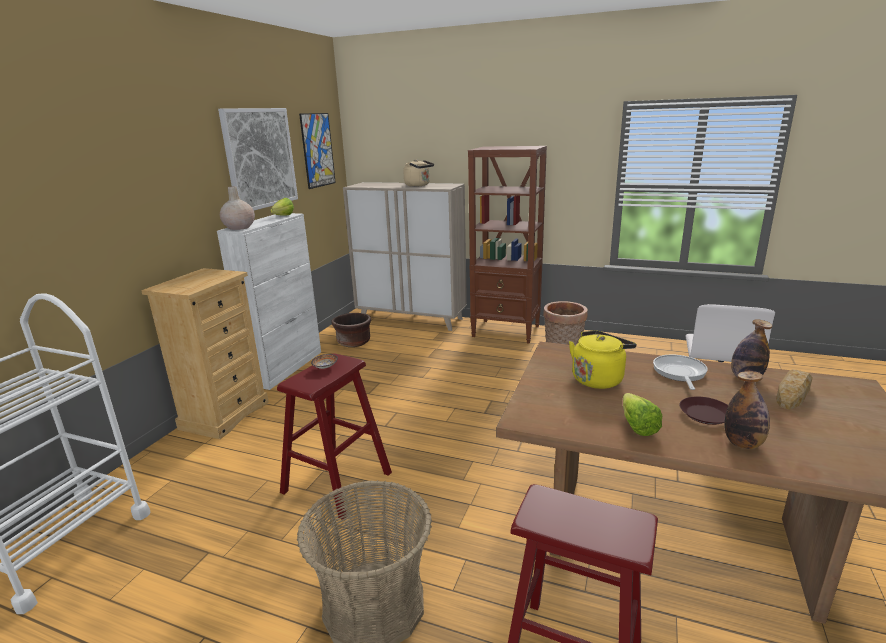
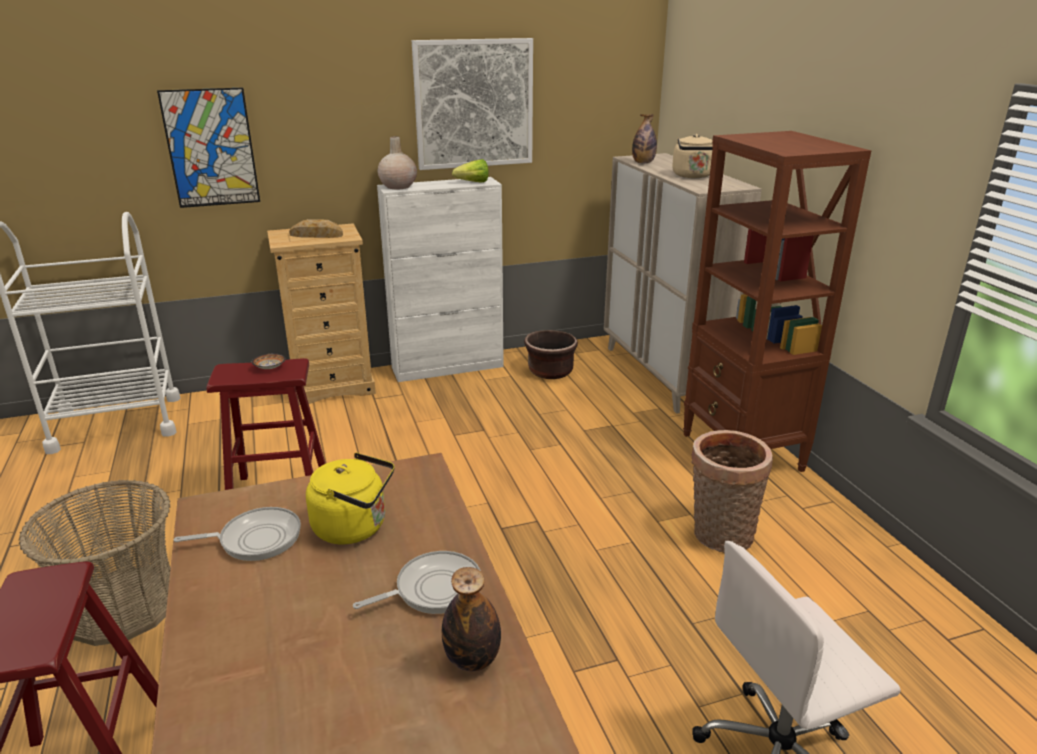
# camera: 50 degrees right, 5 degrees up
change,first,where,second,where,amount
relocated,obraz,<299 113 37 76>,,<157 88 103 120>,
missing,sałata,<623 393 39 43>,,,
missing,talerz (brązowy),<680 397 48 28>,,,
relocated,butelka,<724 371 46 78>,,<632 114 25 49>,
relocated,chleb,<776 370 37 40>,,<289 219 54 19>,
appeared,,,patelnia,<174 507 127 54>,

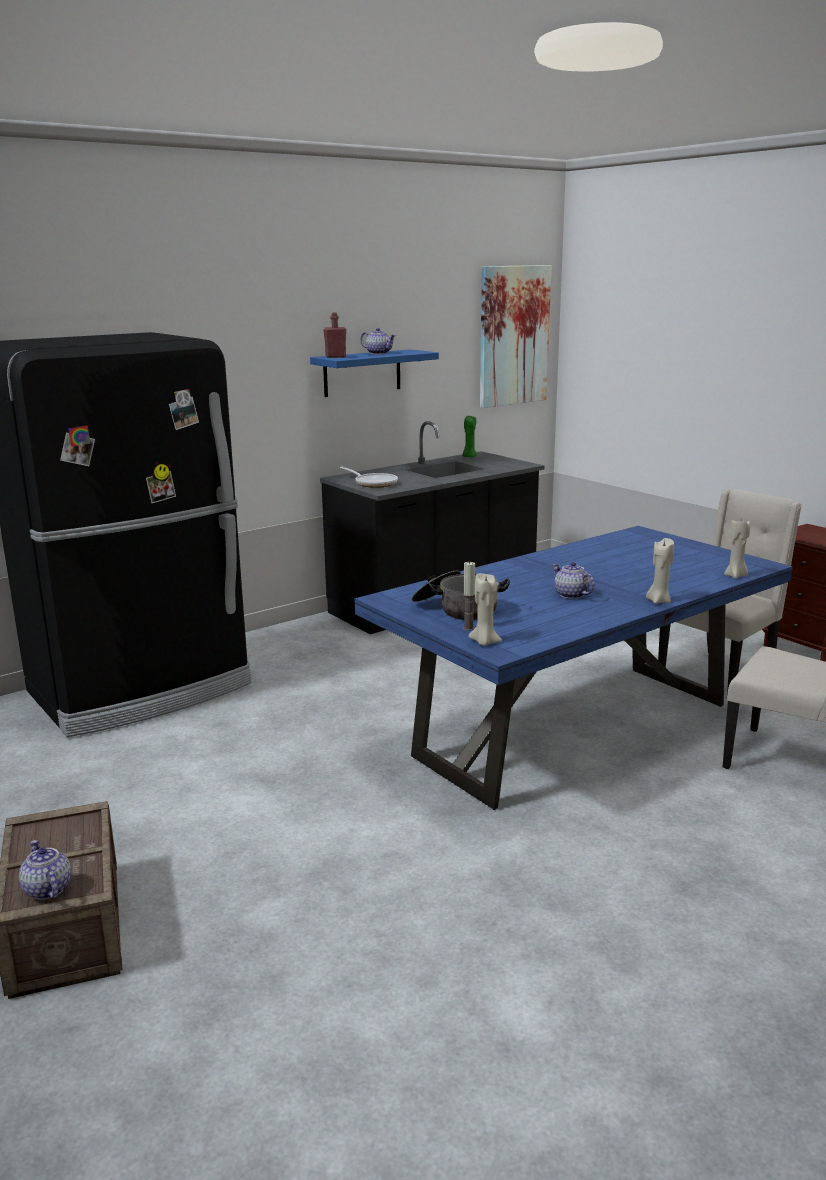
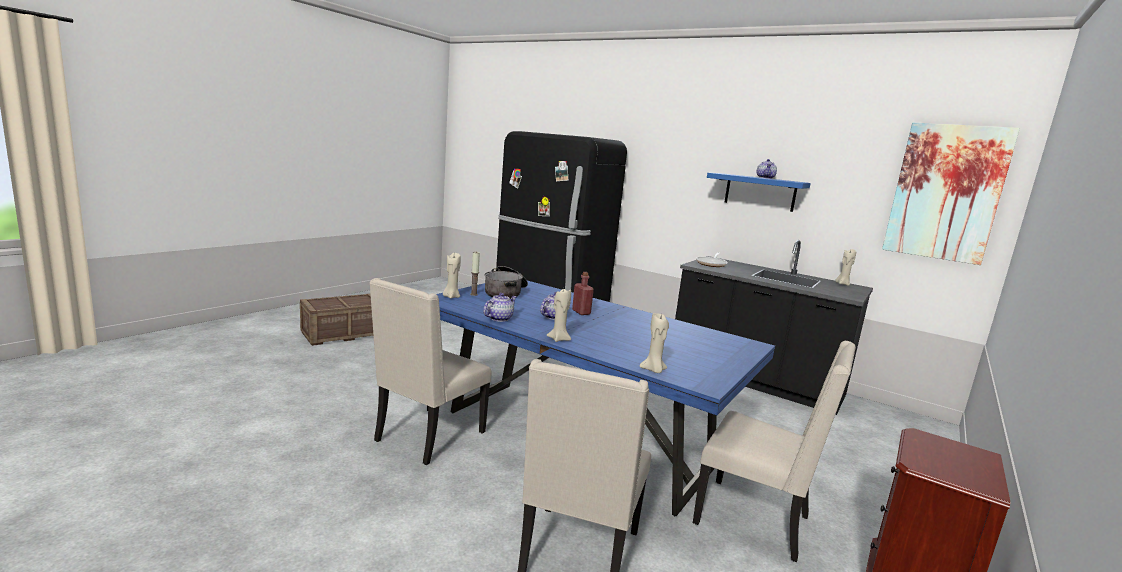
# camera: 70 degrees right, 5 degrees down
change,first,where,second,where,amount
relocated,imbryk,<19 840 52 60>,,<483 293 34 29>,
relocated,butelka (czerwony),<323 313 23 45>,,<572 272 22 43>,
colour,świeca (zielony),<462 416 15 41>,świeca (beżowy),<835 249 21 37>,
appeared,,,krzesło (beżowy),<370 278 121 187>,

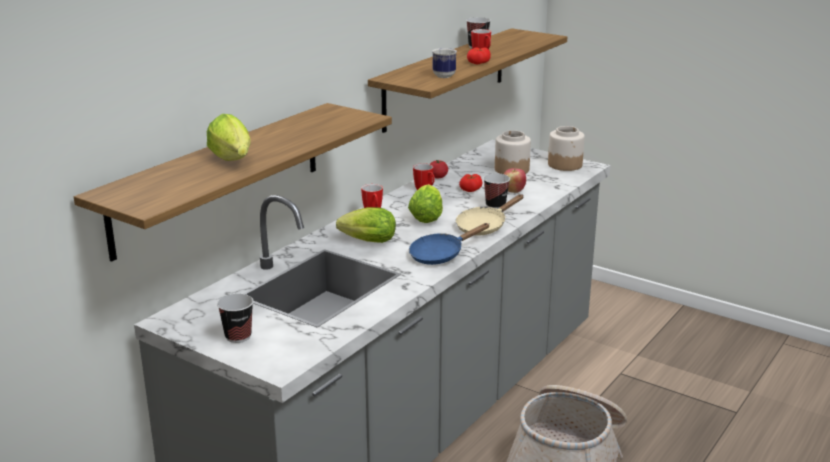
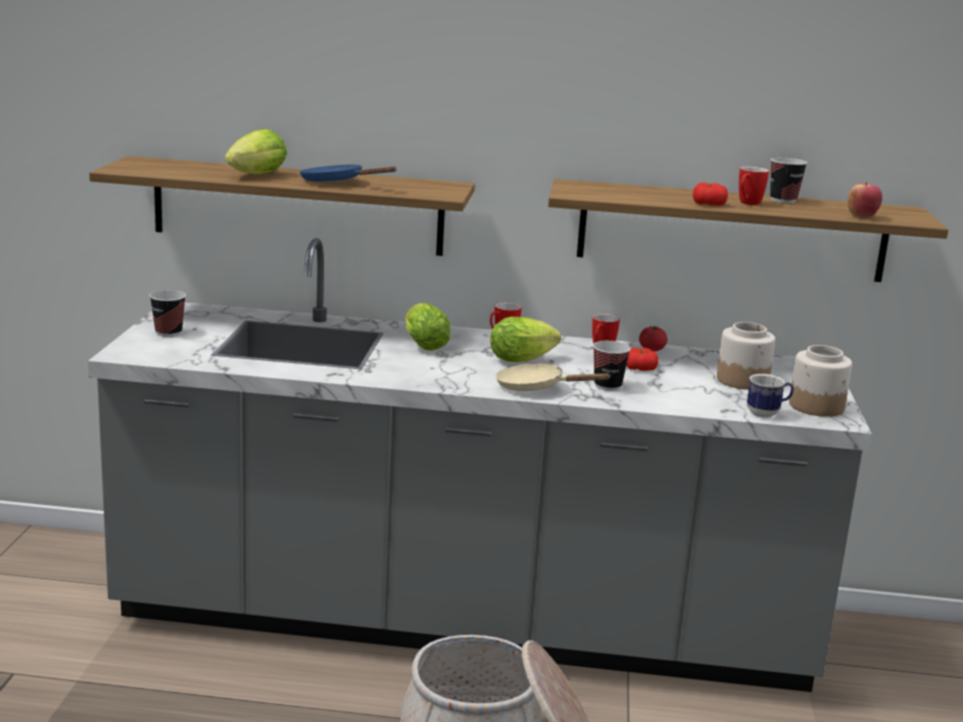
# camera: 60 degrees right, 5 degrees down
change,first,where,second,where,amount
relocated,patelnia (niebieski),<409 223 81 42>,,<299 164 97 18>,
relocated,kubek,<432 48 25 30>,,<747 374 47 44>,
relocated,jabłko,<504 168 22 25>,,<847 182 35 36>,

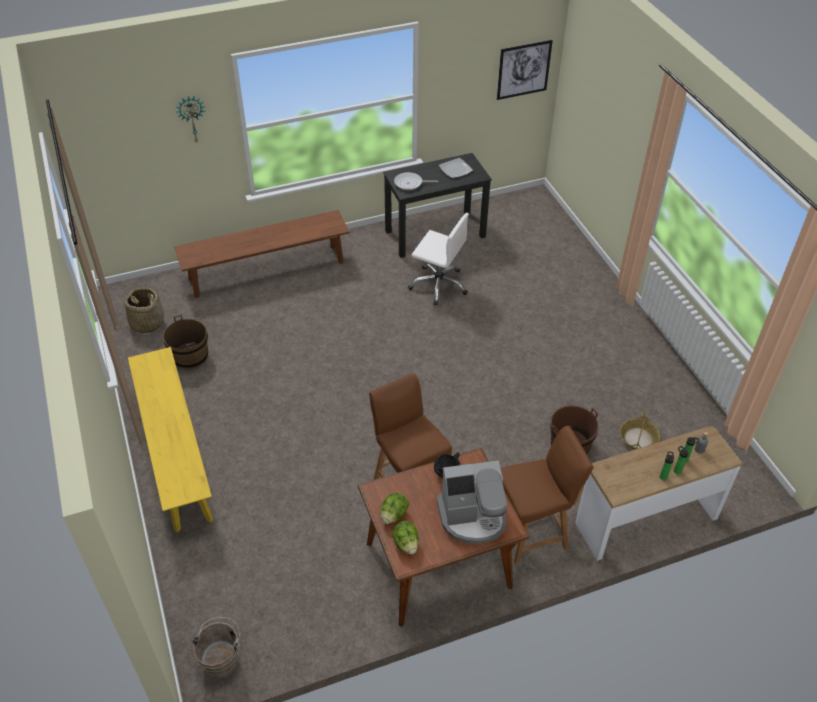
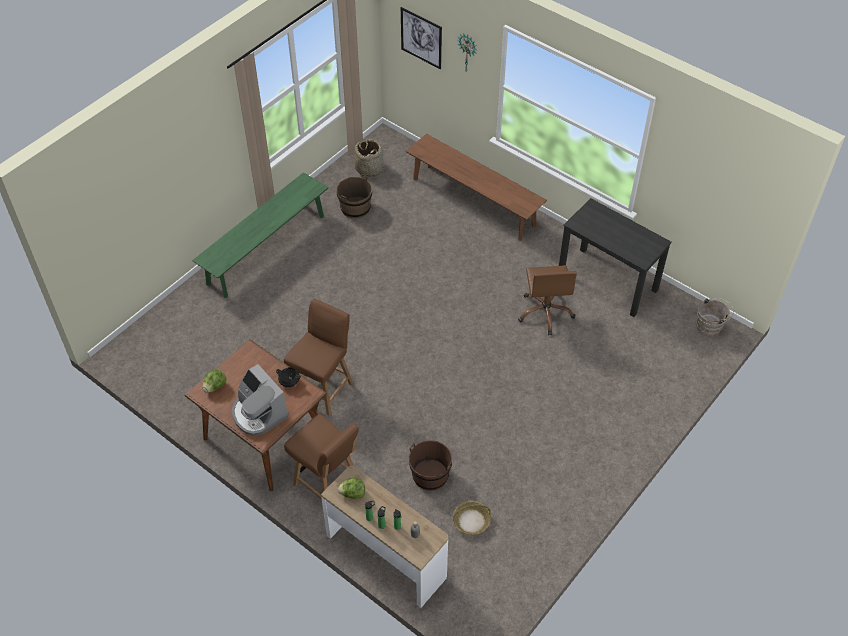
# camera: 60 degrees right, 5 degrees up
change,first,where,second,where,amount
colour,ławka (żółty),<128 347 85 186>,ławka (zielony),<192 172 136 126>,
relocated,wiadro (brązowy),<193 617 48 61>,,<697 298 37 39>,
relocated,sałata,<380 493 29 31>,,<338 478 27 21>,
missing,patelnia,<394 172 44 18>,,,
colour,krzesło biurowe (biały),<408 213 61 93>,krzesło biurowe (brązowy),<518 265 59 70>,
missing,talerz,<439 158 34 20>,,,
relocated,obraz,<497 40 56 60>,,<401 7 41 63>,

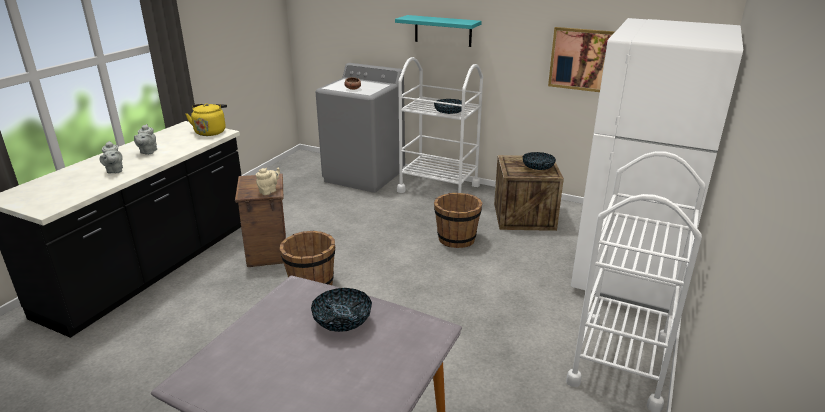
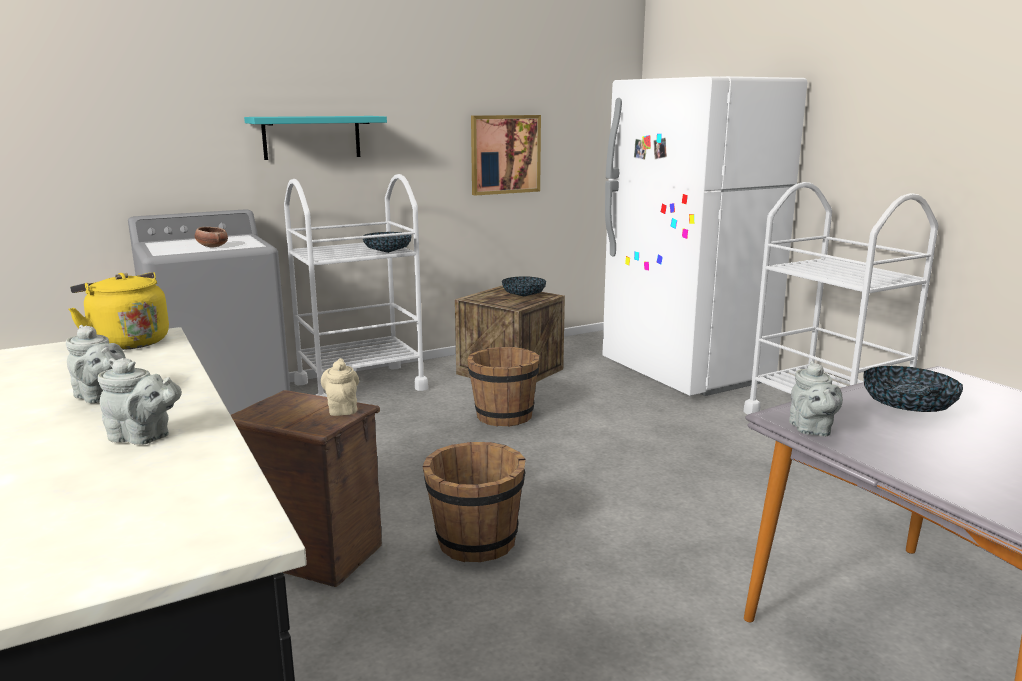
# camera: 55 degrees left, 10 degrees down
change,first,where,second,where,amount
appeared,,,imbryk (szary),<789 361 54 76>,

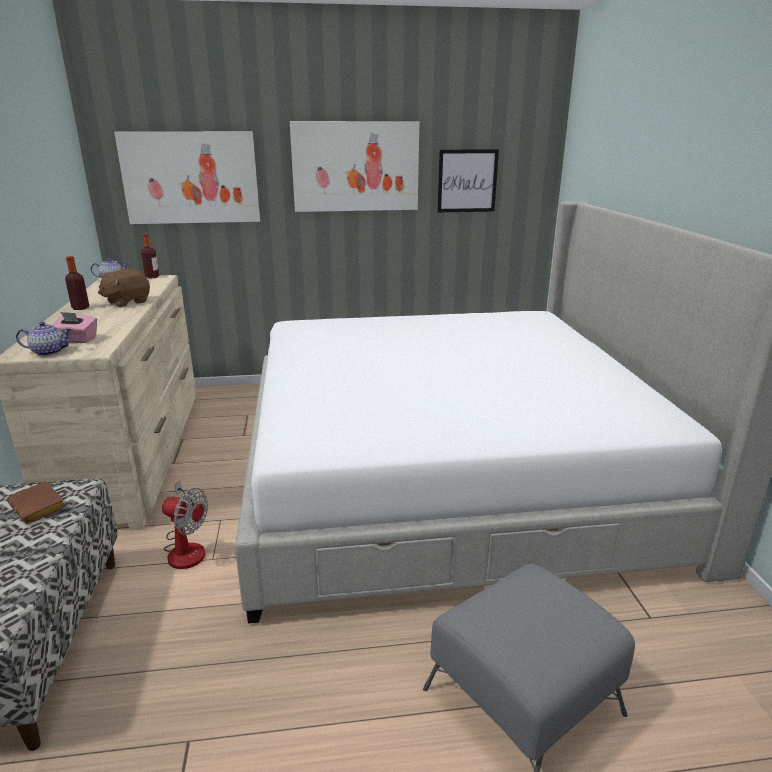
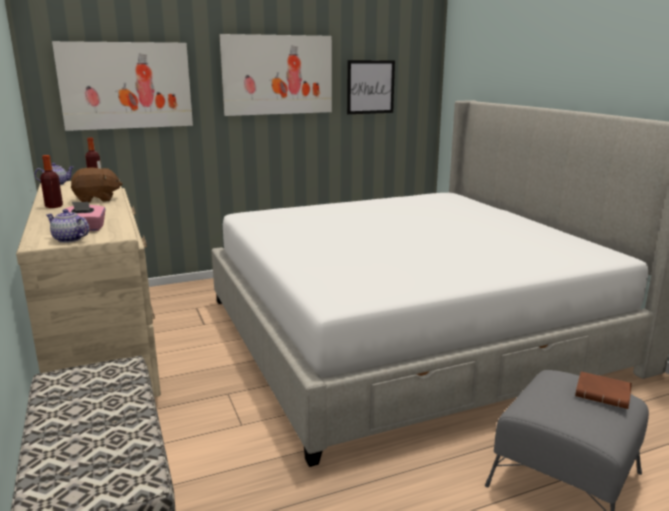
# camera: 15 degrees left, 5 degrees down
change,first,where,second,where,amount
relocated,książka (brązowy),<7 481 59 43>,,<575 372 57 37>,
spun,imbryk,<16 322 57 34>,,<46 209 43 34>,135 degrees counterclockwise
spun,pluszak (brązowy),<98 269 52 38>,,<71 167 51 35>,135 degrees counterclockwise
missing,wentylator,<162 480 46 89>,,,

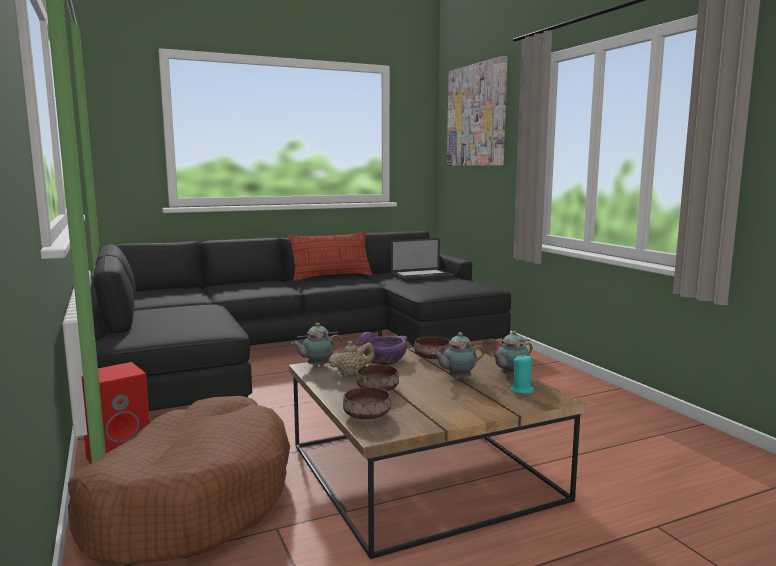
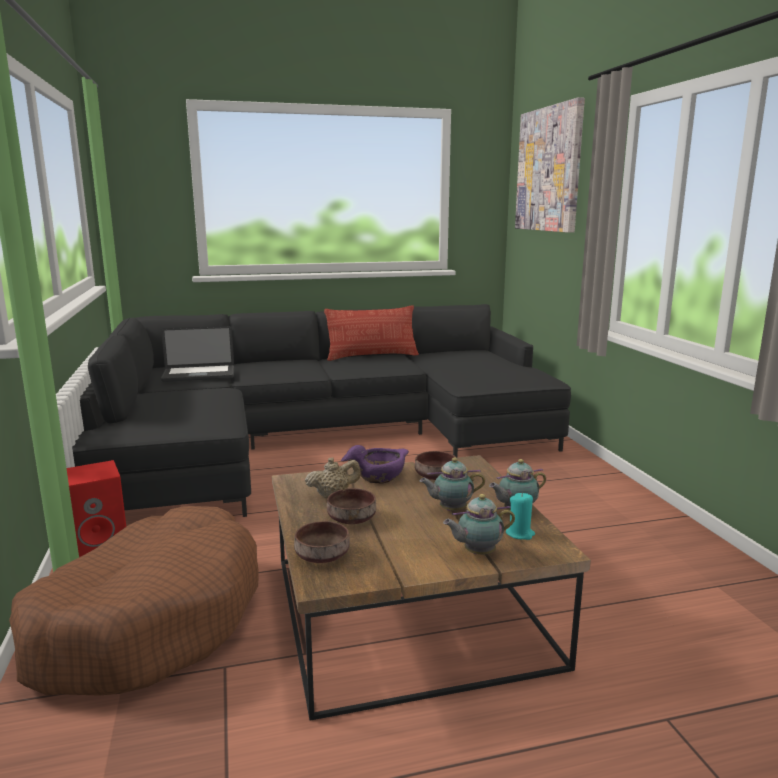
# camera: 10 degrees right, 5 degrees up
change,first,where,second,where,amount
relocated,imbryk,<291 323 51 44>,,<443 494 72 60>,
relocated,laptop,<391 238 63 43>,,<161 326 73 56>,

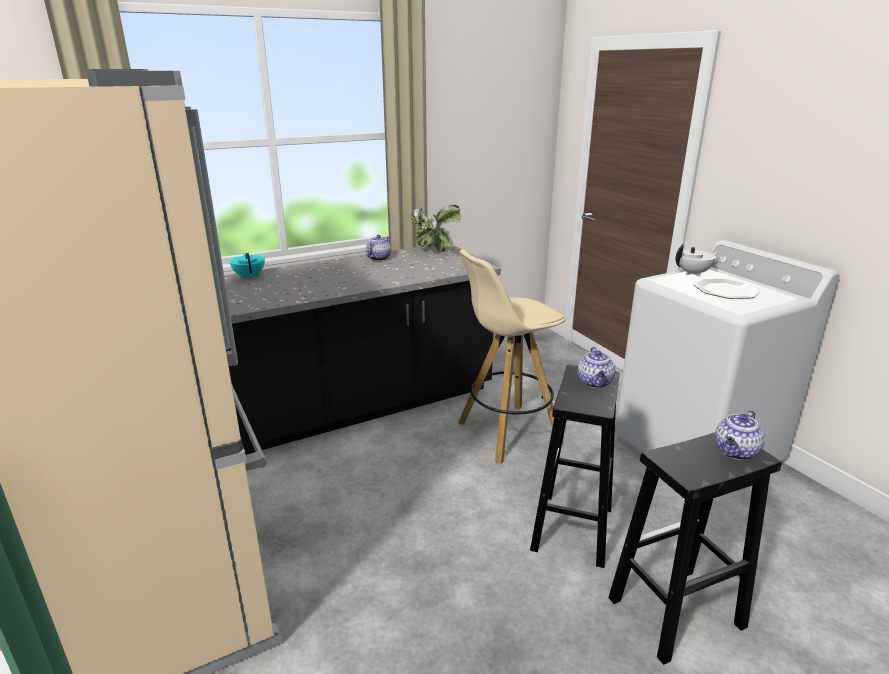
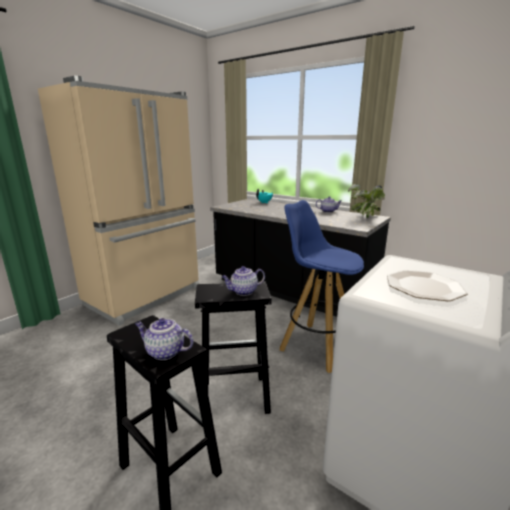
# camera: 65 degrees right, 5 degrees down
change,first,where,second,where,amount
colour,stołek (beżowy),<458 250 107 214>,stołek (niebieski),<280 200 84 173>,
missing,imbryk (biały),<676 244 42 33>,,,

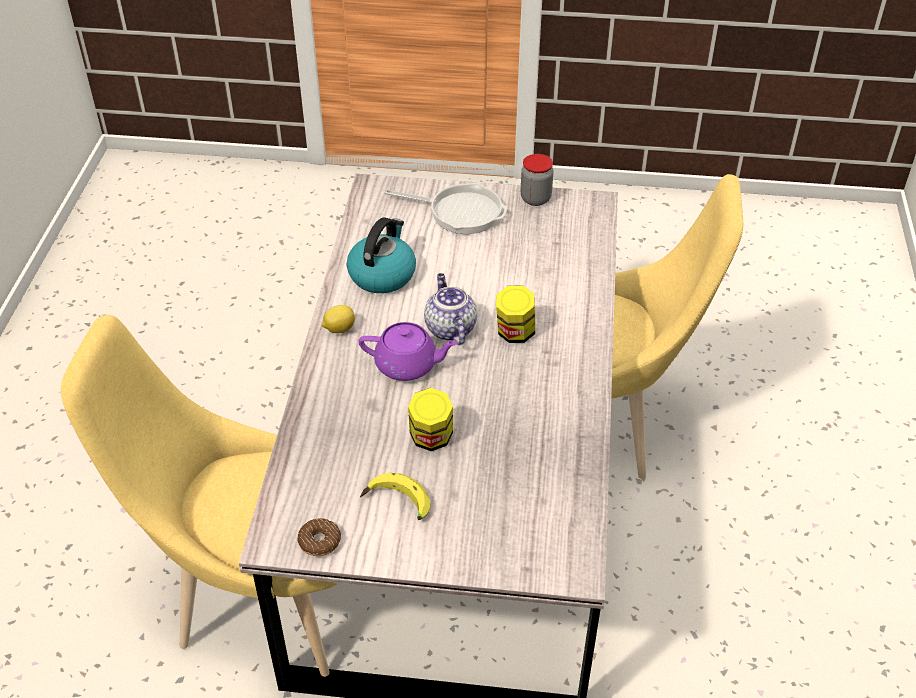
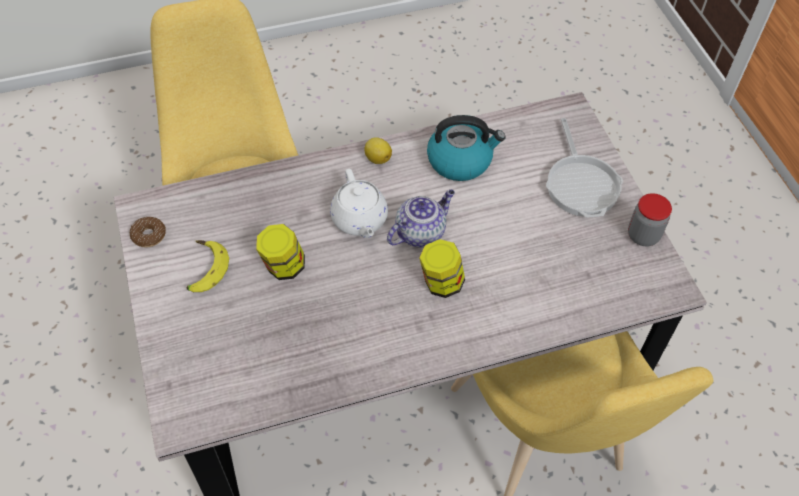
# camera: 65 degrees right, 10 degrees up
change,first,where,second,where,amount
colour,imbryk (fioletowy),<359 322 99 59>,imbryk (biały),<330 169 58 69>,

